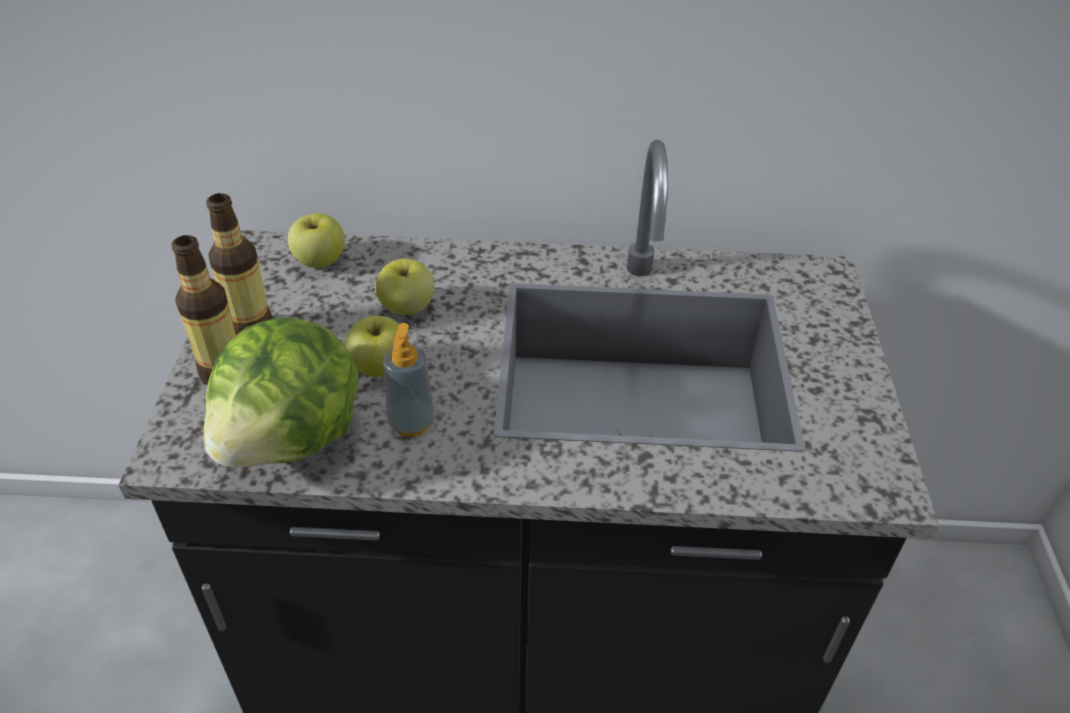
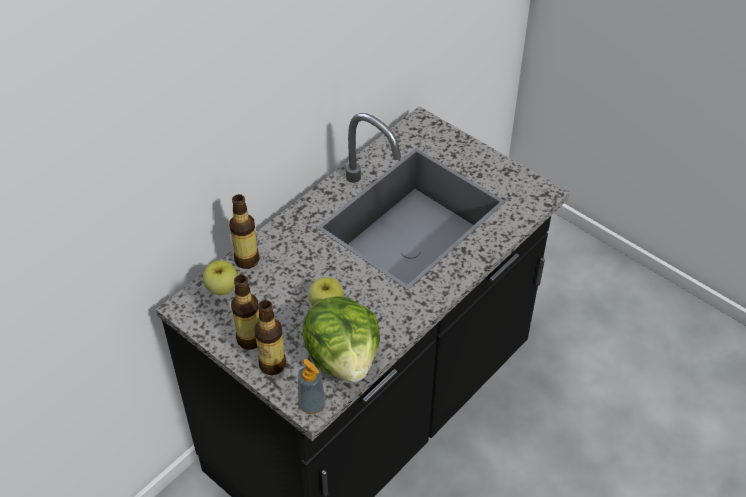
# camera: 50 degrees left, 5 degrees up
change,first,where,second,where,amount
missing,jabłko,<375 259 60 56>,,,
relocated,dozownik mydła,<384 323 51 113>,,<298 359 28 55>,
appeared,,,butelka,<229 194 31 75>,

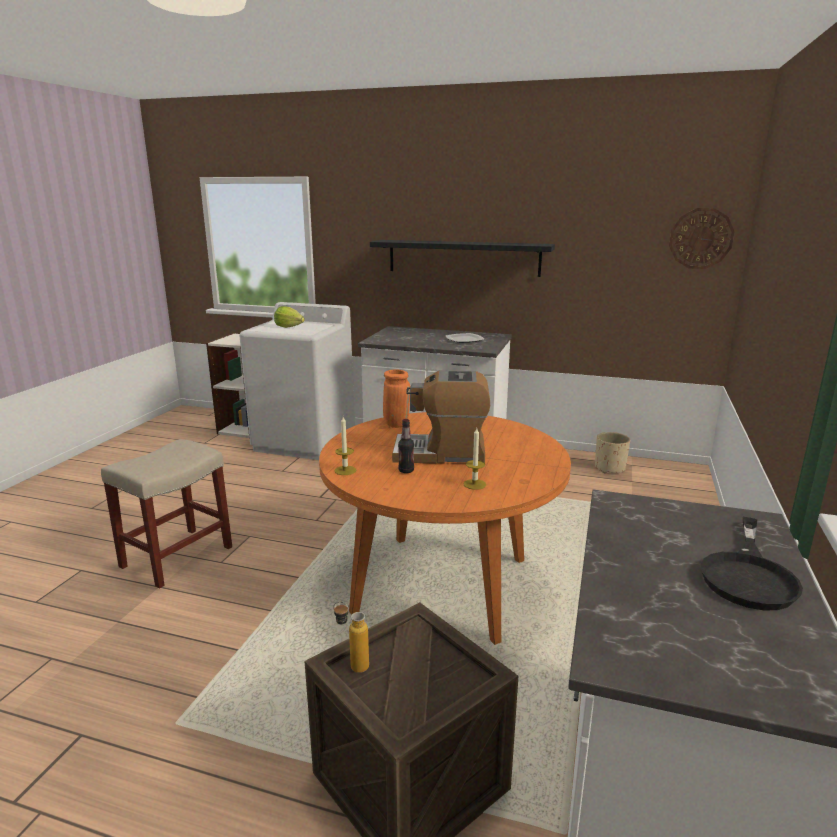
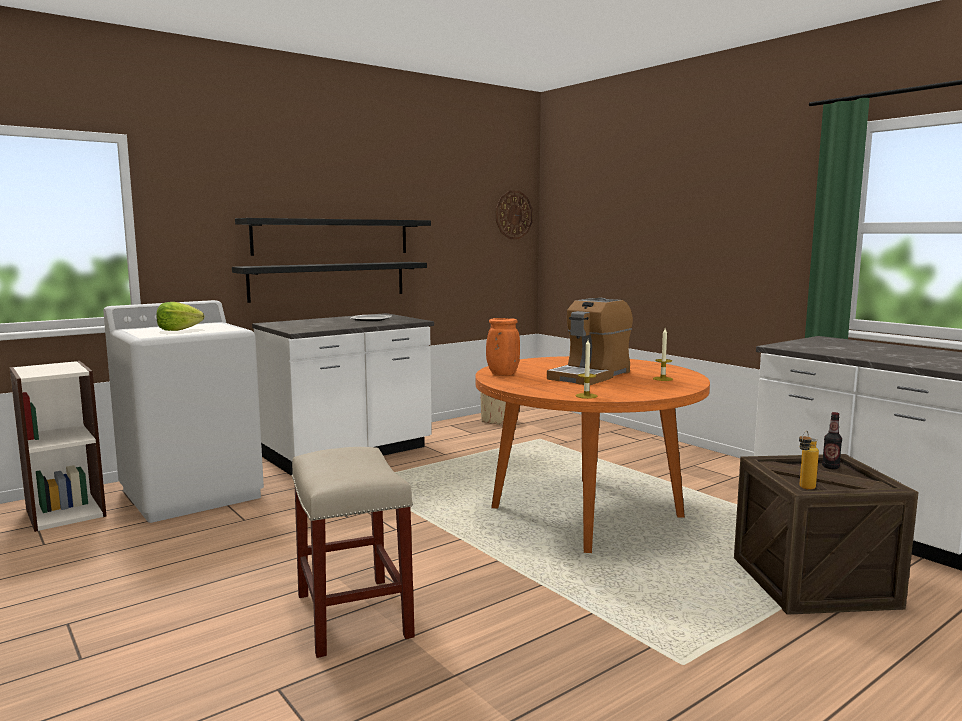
# camera: 55 degrees left, 10 degrees down
change,first,where,second,where,amount
relocated,butelka,<398 419 16 54>,,<822 412 20 57>,
missing,patelnia (czarny),<701 517 102 93>,,,
appeared,,,półka (czarny),<232 262 195 41>,

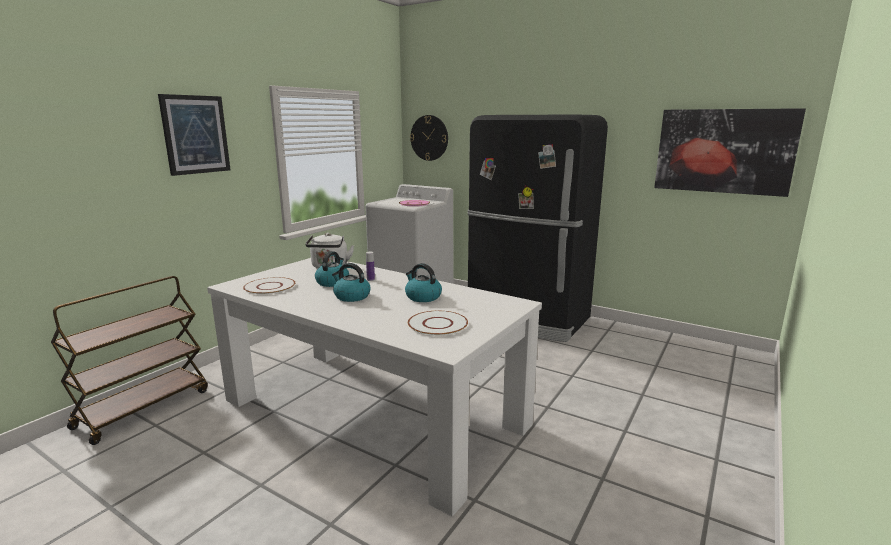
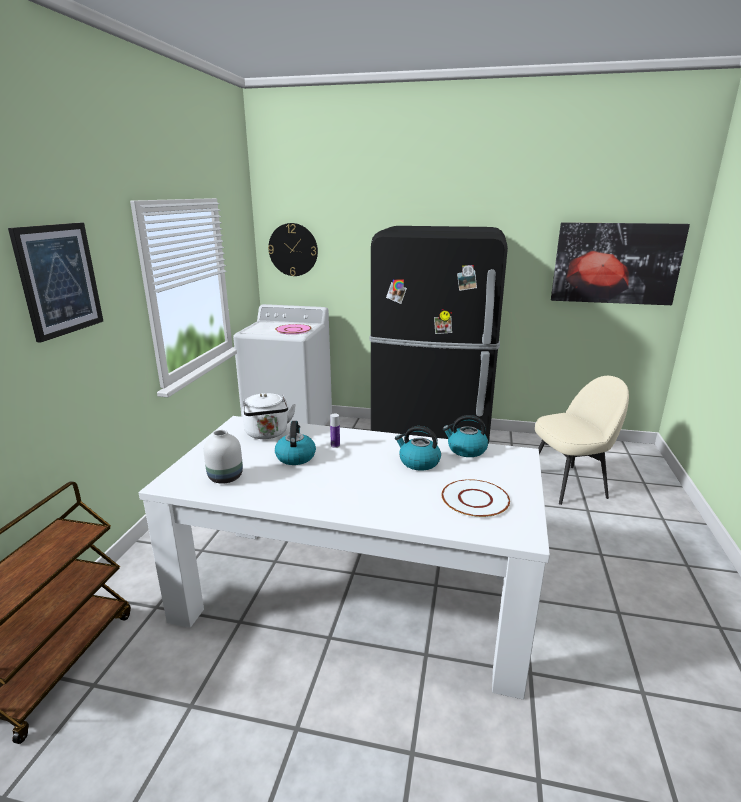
# camera: 20 degrees left, 5 degrees up
change,first,where,second,where,amount
exchanged,talerz (biały),<243 277 52 18>,wazon (biały),<204 430 39 54>,
relocated,czajnik,<332 263 38 39>,,<443 415 45 42>,
appeared,,,krzesło (beżowy),<535 376 94 129>,

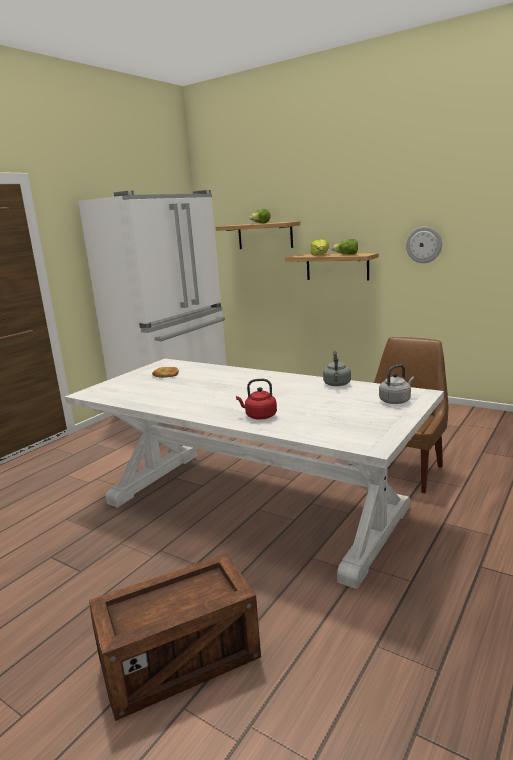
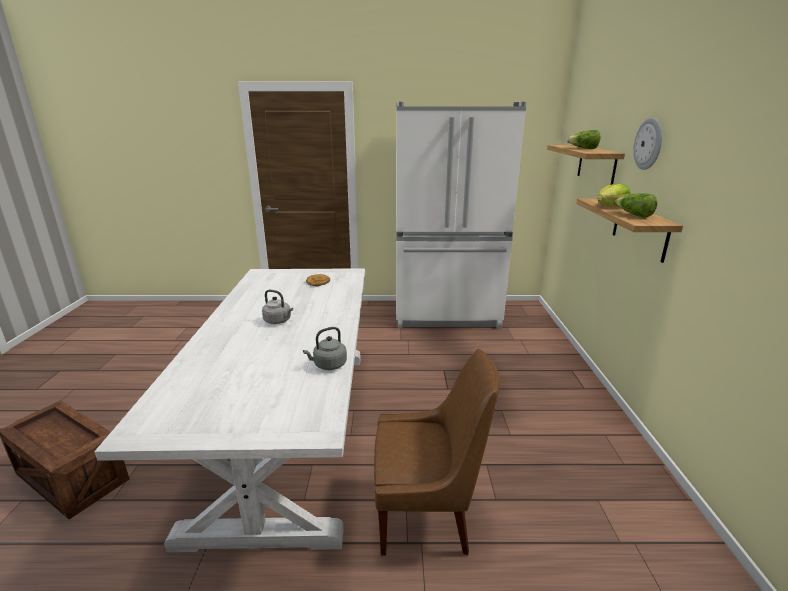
# camera: 55 degrees right, 5 degrees up
change,first,where,second,where,amount
missing,czajnik (czerwony),<236 379 41 40>,,,
relocated,czajnik (szary),<379 364 35 40>,,<262 290 31 34>,
relocated,zegar ścienny,<406 226 36 37>,,<633 118 29 52>,

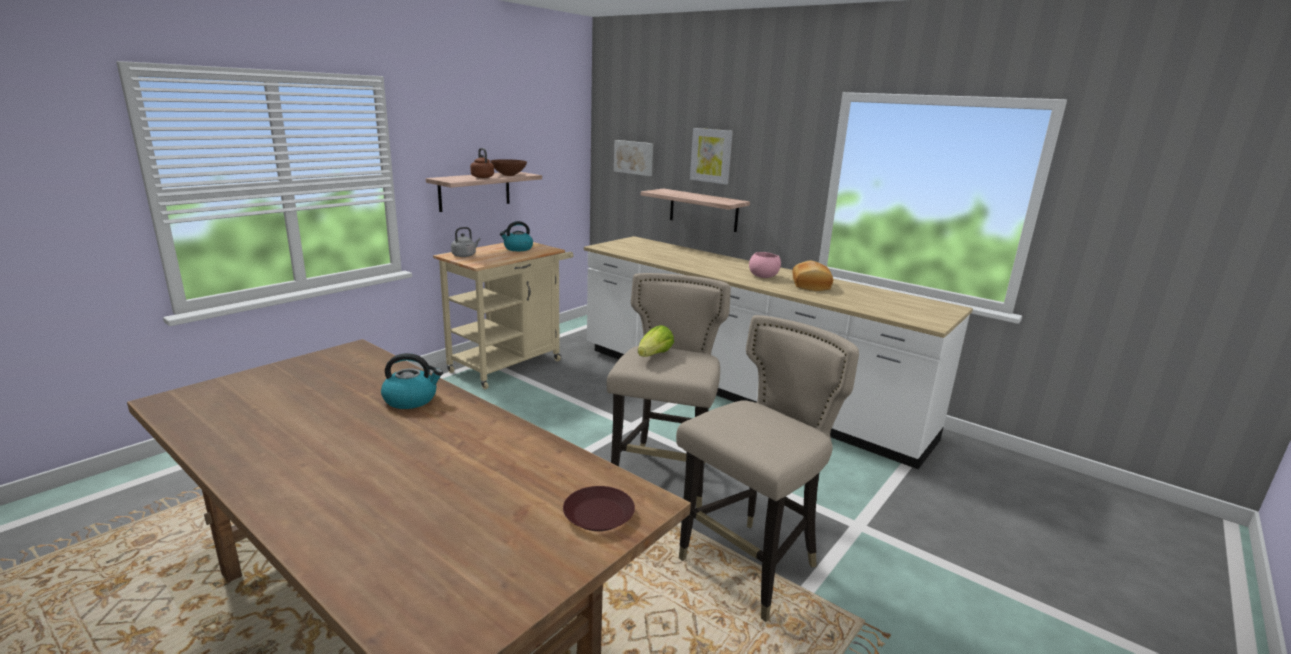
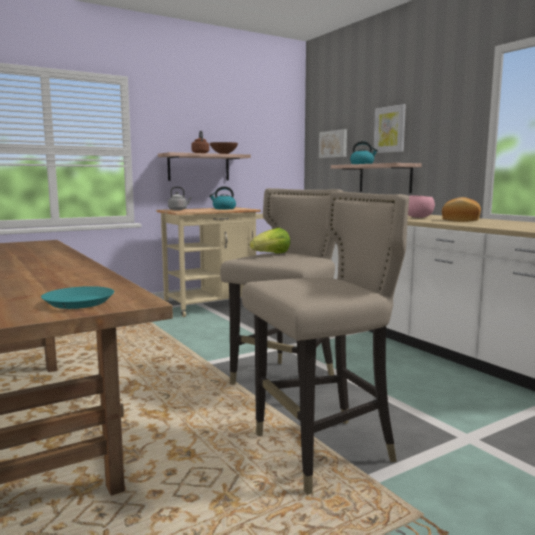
# camera: 20 degrees right, 10 degrees down
change,first,where,second,where,amount
relocated,czajnik,<381 353 62 56>,,<350 141 28 23>,
colour,talerz (brązowy),<563 486 72 45>,talerz (turkusowy),<41 286 73 23>,

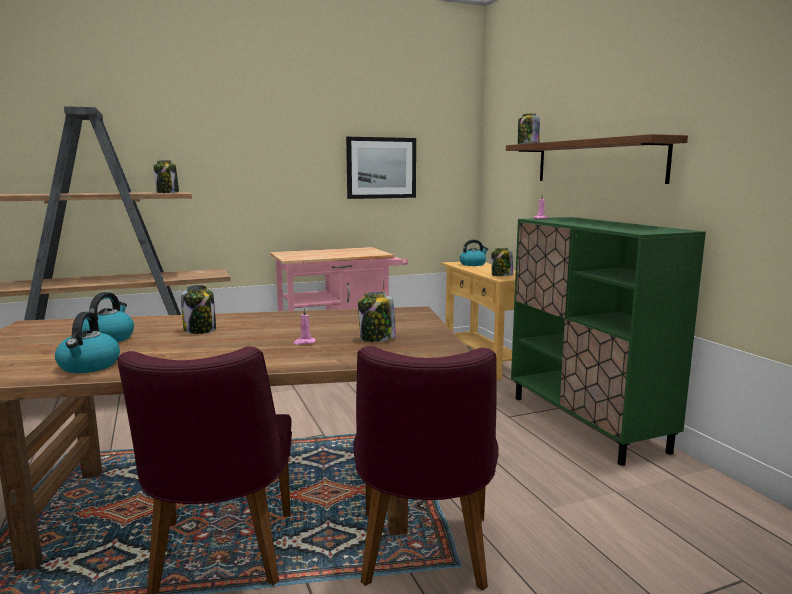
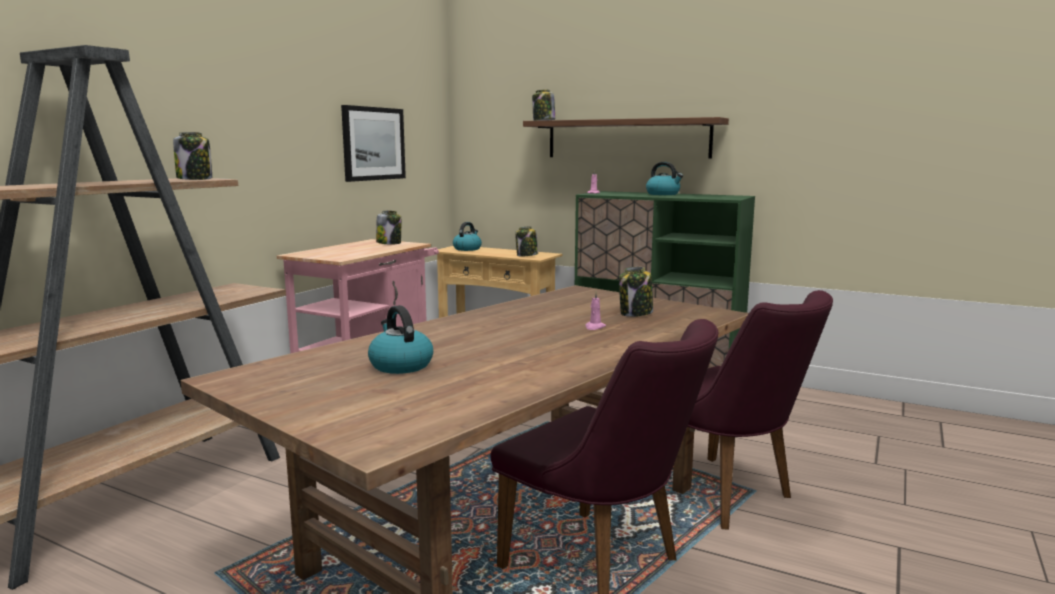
# camera: 40 degrees left, 0 degrees up
change,first,where,second,where,amount
relocated,czajnik,<55 312 65 61>,,<646 162 37 33>,
relocated,słoik,<181 285 35 49>,,<376 211 25 33>,

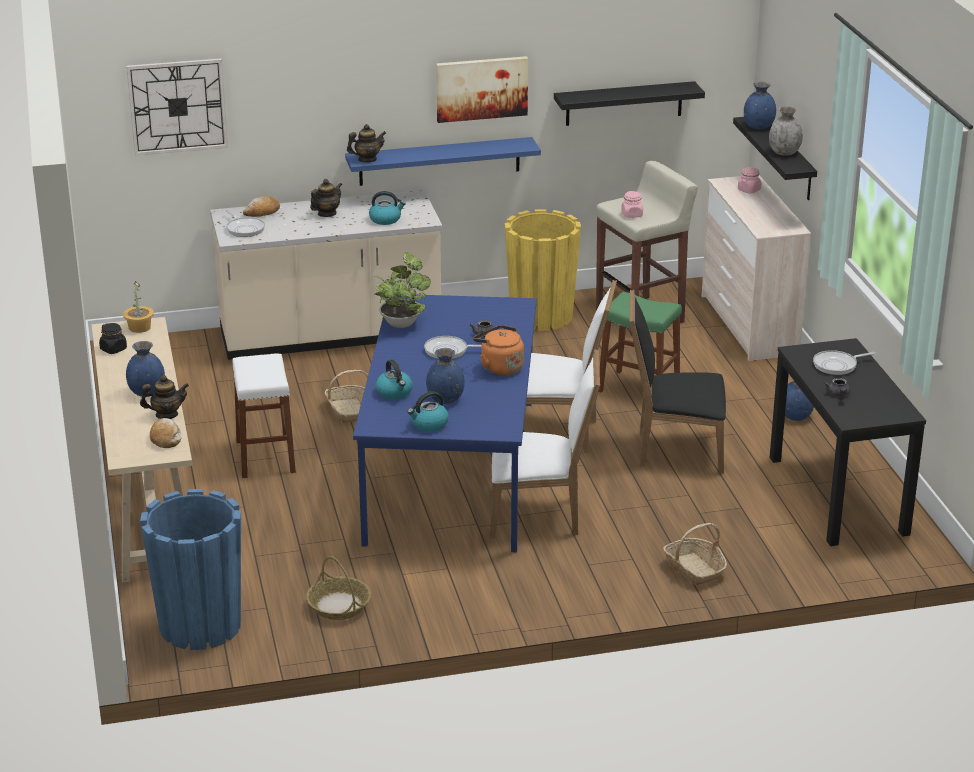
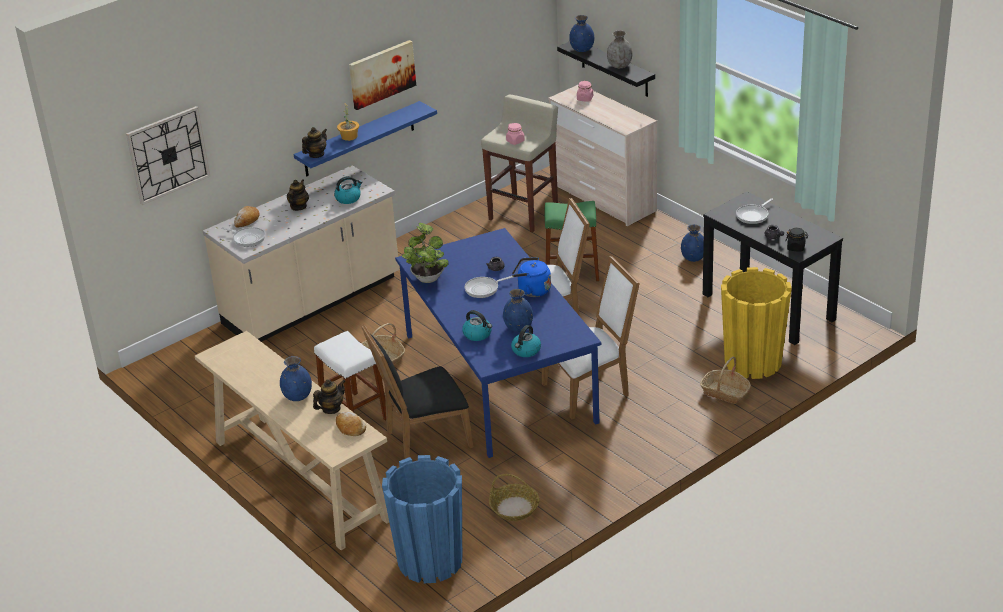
# camera: 25 degrees left, 5 degrees up
change,first,where,second,where,amount
relocated,słoik (czarny),<99 323 28 31>,,<785 228 23 24>,
relocated,roślina doniczkowa,<123 281 31 52>,,<337 103 22 38>,
colour,czajnik (pomarańczowy),<473 325 51 51>,czajnik (niebieski),<512 257 39 40>,
relocated,donica (żółty),<505 209 76 122>,,<721 267 71 112>,
missing,półka (czarny),<554 81 151 45>,,,
relocated,krzesło (czarny),<629 289 97 185>,,<361 325 113 134>,

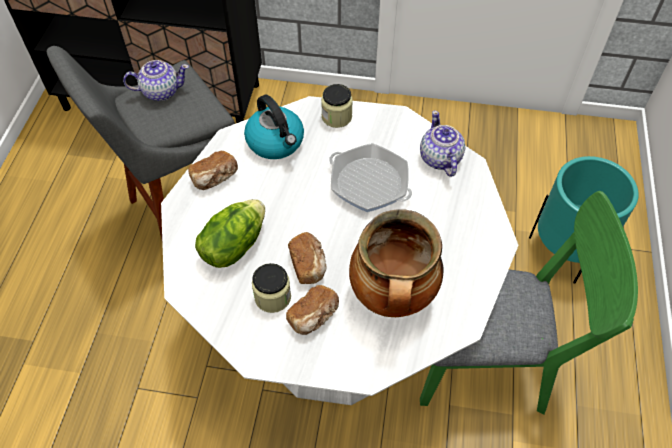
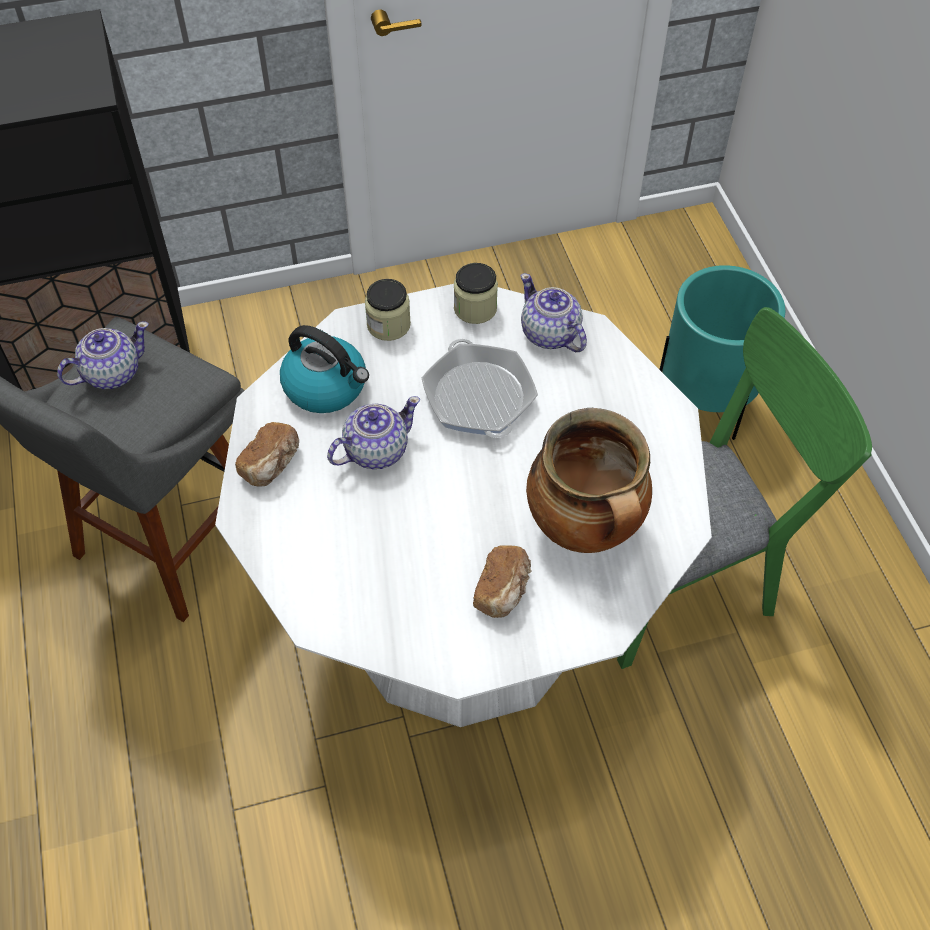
# camera: 25 degrees left, 0 degrees up
change,first,where,second,where,amount
missing,sałata,<195 199 70 69>,,,
relocated,słoik,<252 263 39 50>,,<454 263 44 61>,
missing,chleb,<288 232 39 52>,,,
spun,patelnia,<329 143 83 69>,,<422 339 116 99>,60 degrees clockwise
appeared,,,imbryk,<327 396 93 73>,

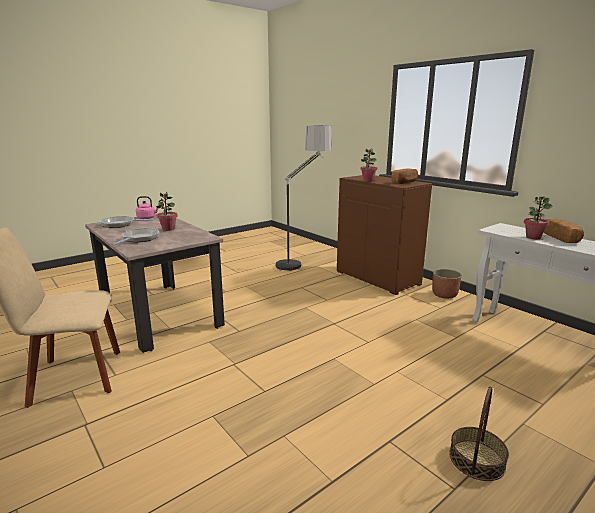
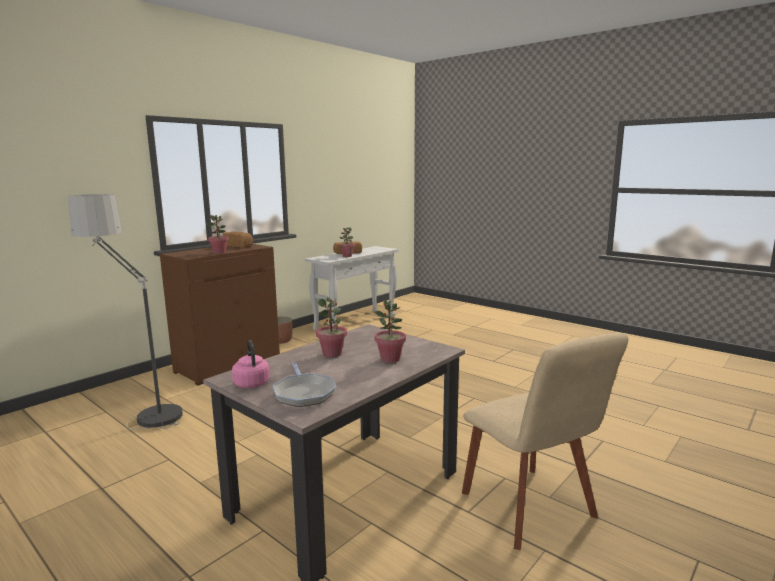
# camera: 100 degrees left, 5 degrees down
change,first,where,second,where,amount
exchanged,patelnia,<111 228 48 18>,roślina doniczkowa,<374 300 32 63>,
missing,koszyk,<449 386 60 95>,,,

